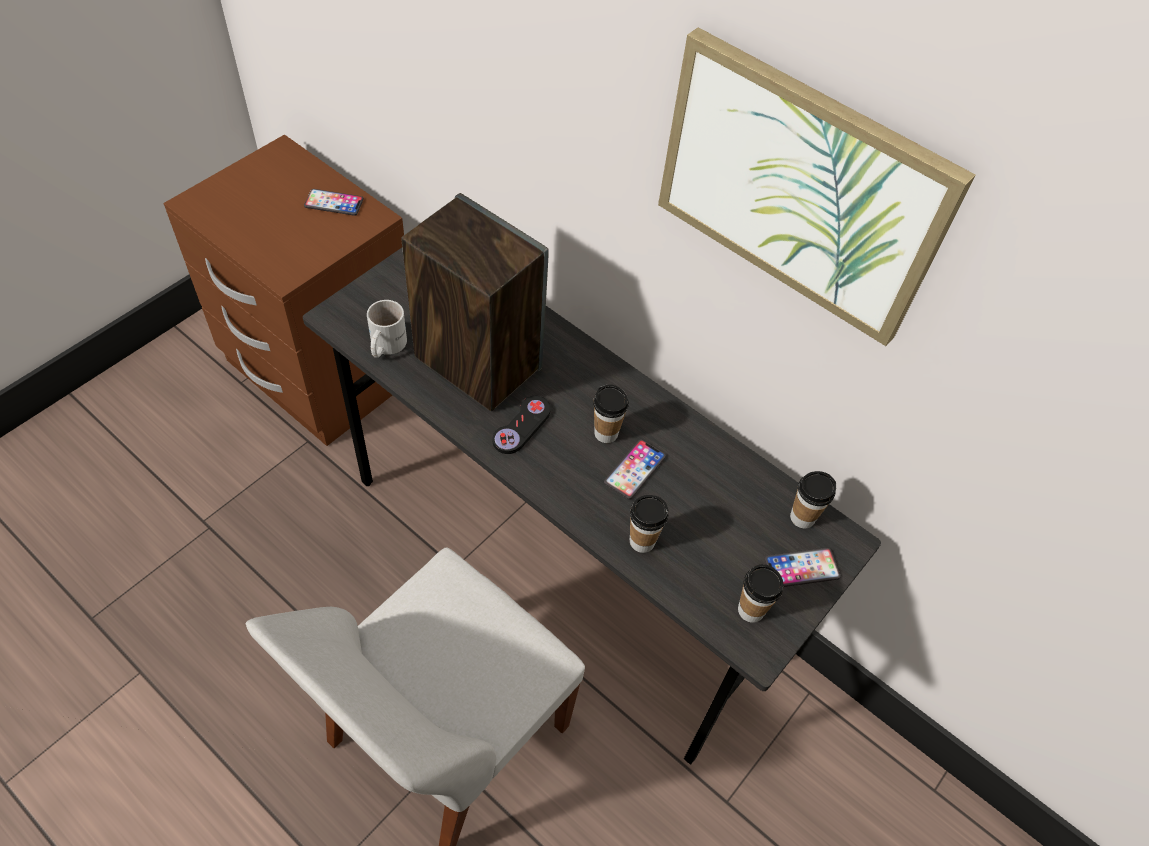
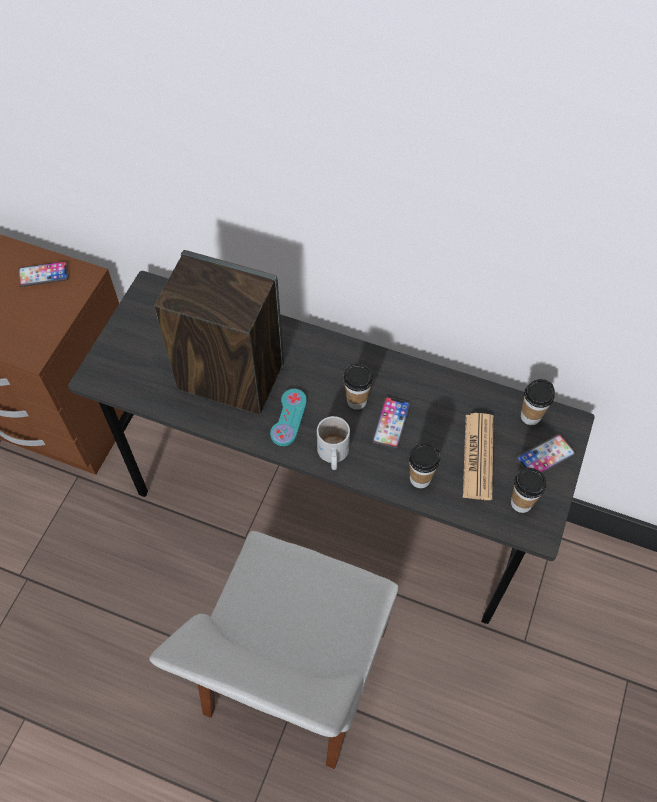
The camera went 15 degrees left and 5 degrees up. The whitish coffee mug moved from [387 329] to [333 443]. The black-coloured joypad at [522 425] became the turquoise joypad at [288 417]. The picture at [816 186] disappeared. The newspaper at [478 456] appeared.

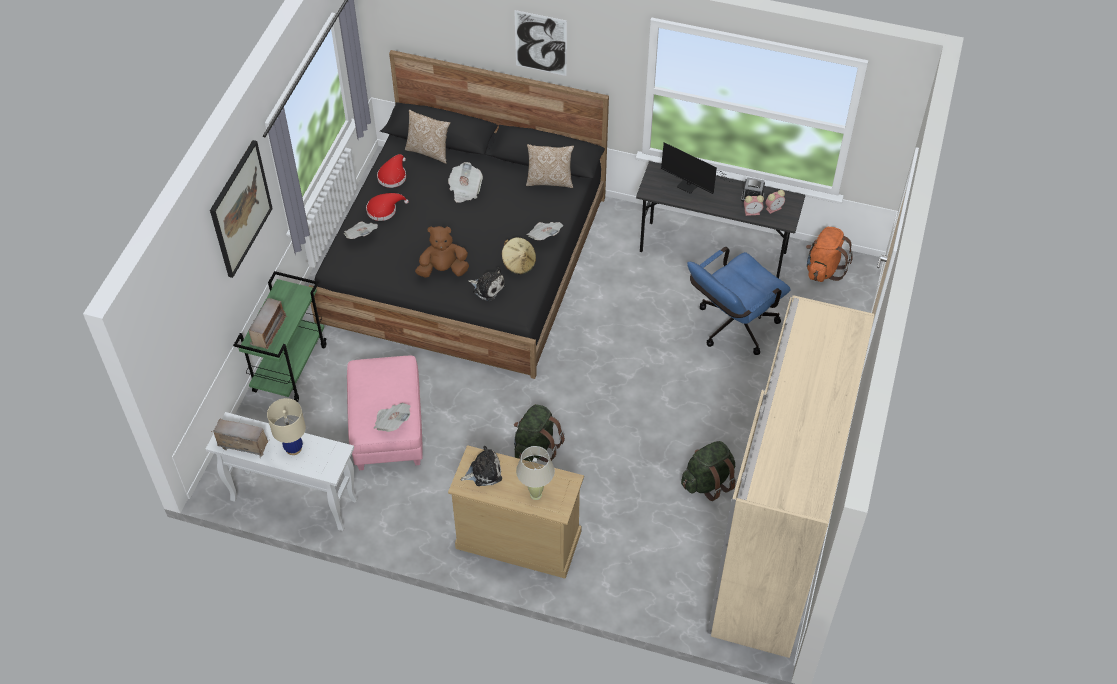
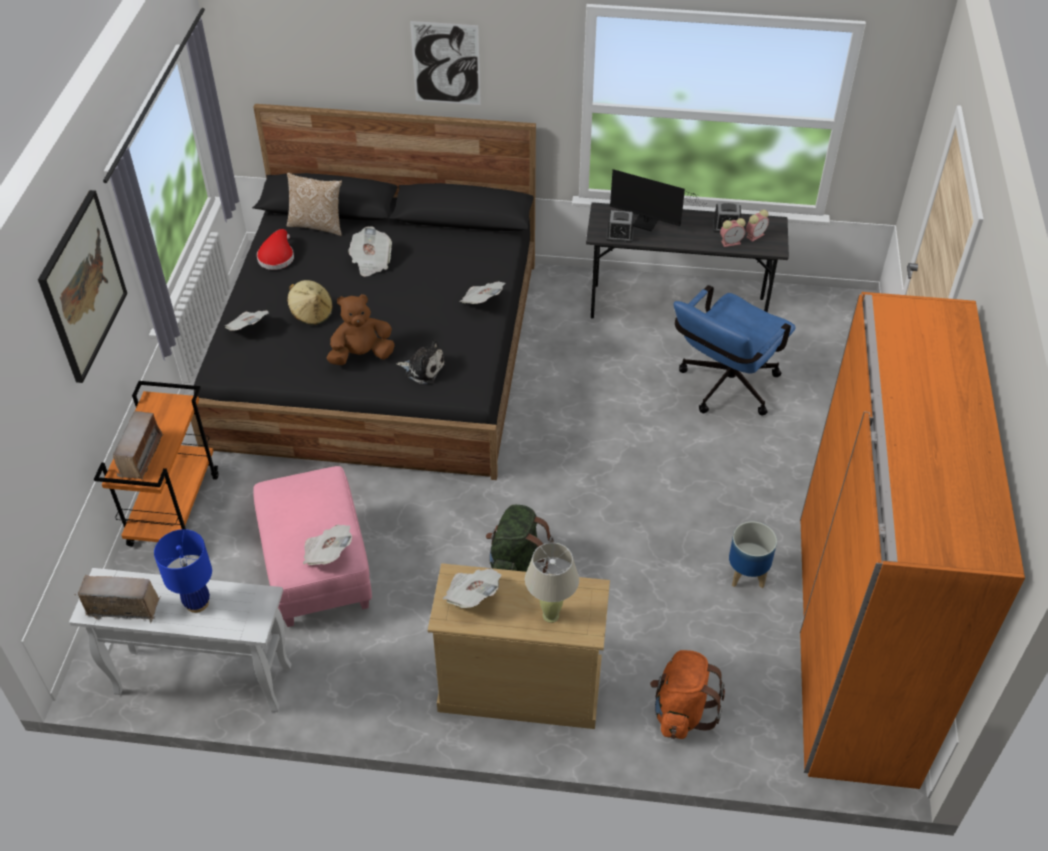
The camera went 10 degrees left and 5 degrees down. The greenish wheeled cart at [280 336] became the orangey wheeled cart at [156 463]. The sand-coloured lamp for a table at [286 426] became the blue-coloured lamp for a table at [183 571]. The red-coloured clothing hat at [387 207] disappeared. The cuddly toy at [481 466] was replaced by the newspaper at [472 588]. The sand-coloured clothing hat moved from [519 256] to [310 302]. The throw pillow at [550 166] disappeared. The greenish rucksack at [708 471] was replaced by the plant pot at [753 554]. The sand-coloured armoire at [791 476] became the orangey armoire at [912 540]. The orangey rucksack moved from [829 254] to [687 694]. The table clock at [620 226] appeared.

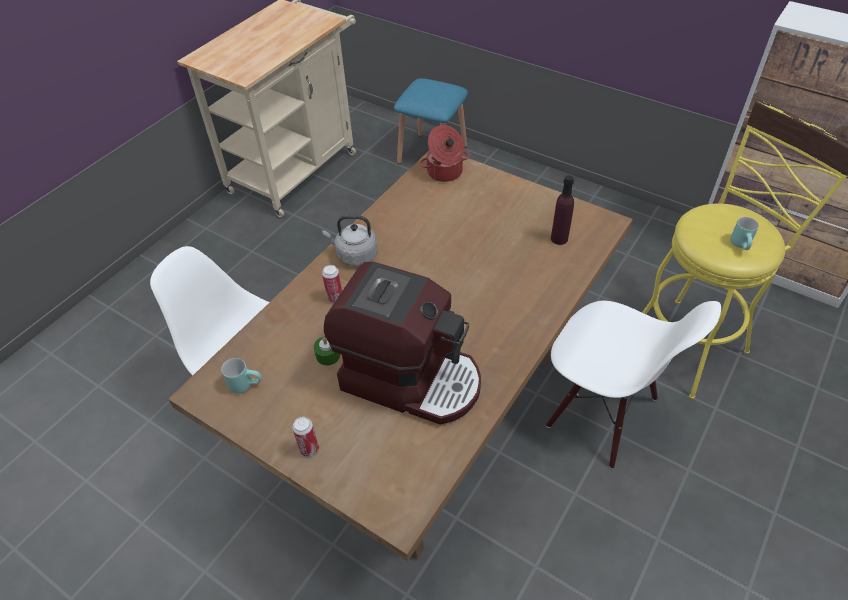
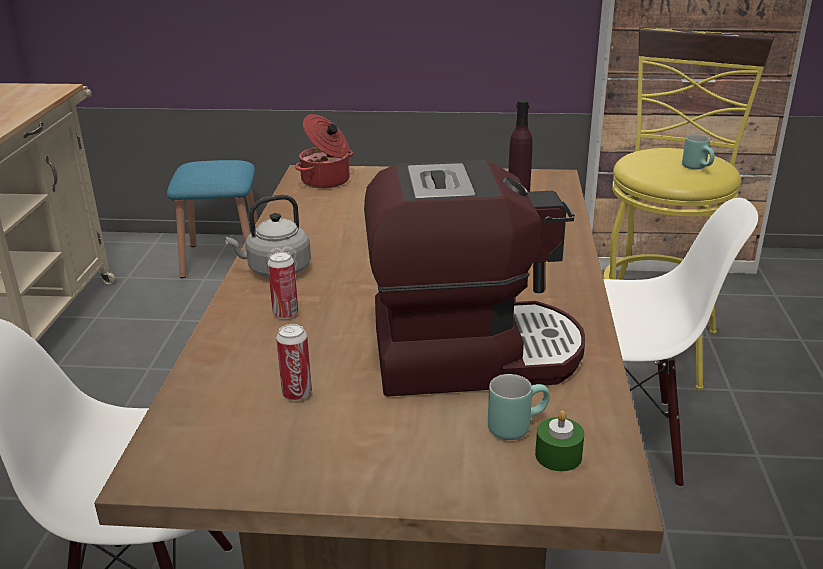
The camera went 30 degrees left and 20 degrees down. The turquoise coffee mug moved from [241 376] to [519 407]. The metal can moved from [305 437] to [294 362]. The greenish wax candle moved from [327 351] to [560 441].

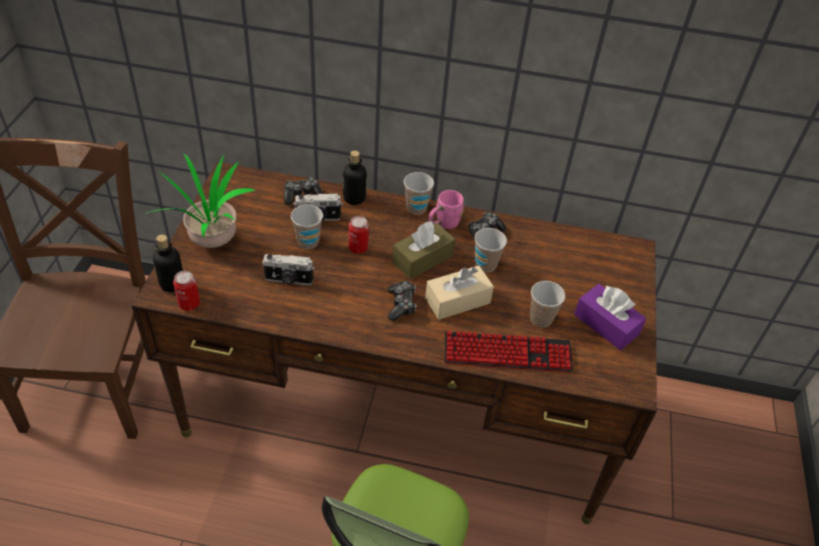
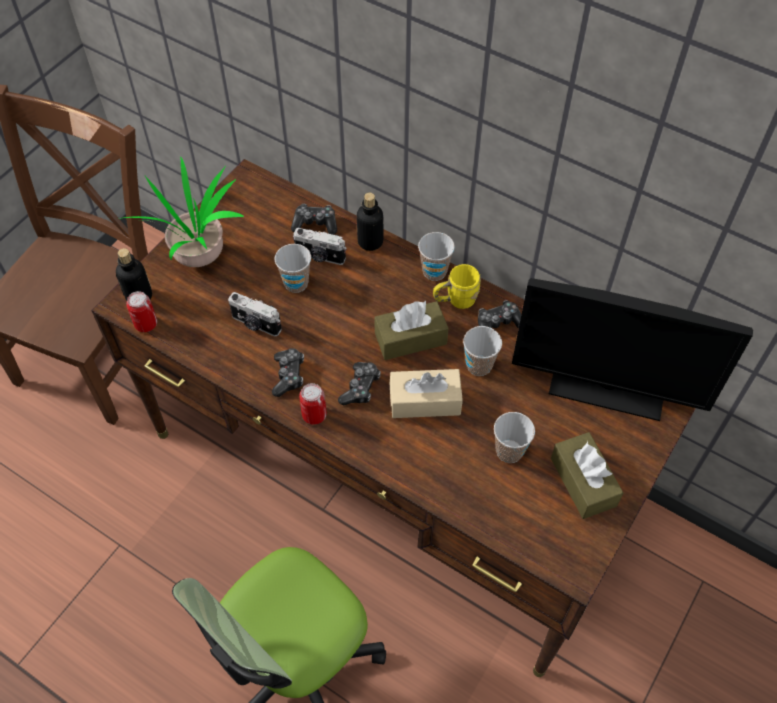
The camera went 25 degrees right and 10 degrees up. The metal can moved from [358 235] to [313 404]. The pink coffee mug at [446 209] became the yellowish coffee mug at [457 286]. The keyboard at [508 352] disappeared. The purple tissue box at [610 317] became the brown-coloured tissue box at [587 475]. The joypad at [288 372] appeared. The computer screen at [632 349] appeared.

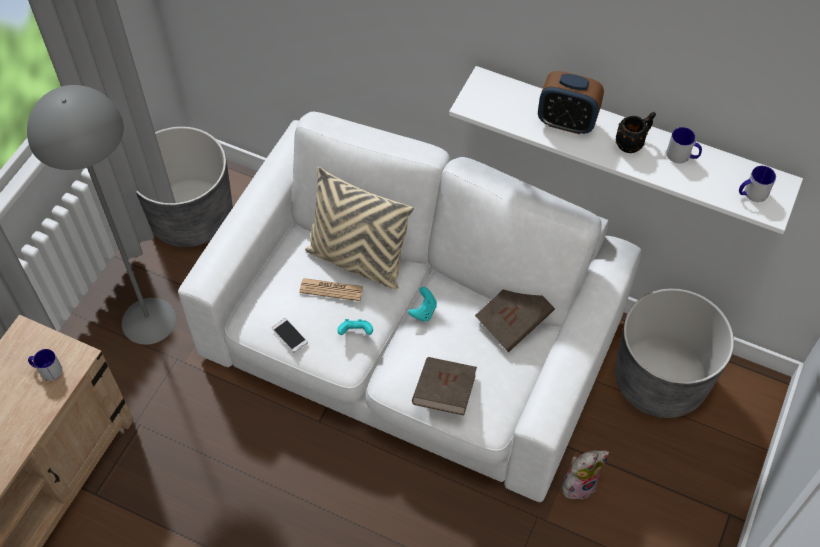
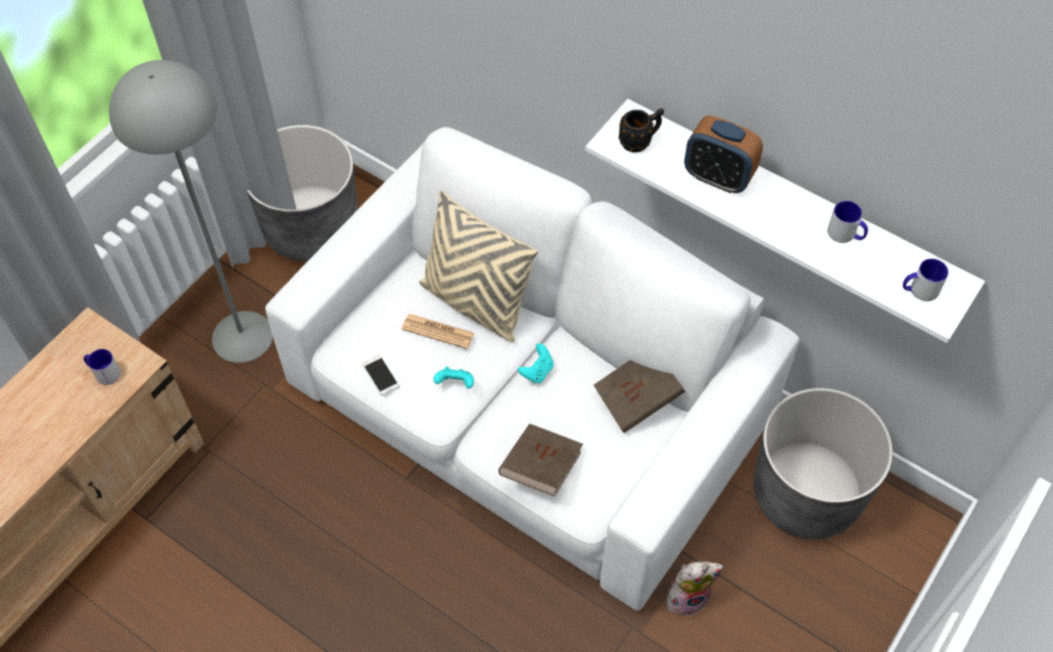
The camera went 10 degrees right and 0 degrees up. The black-coloured coffee mug moved from [636 132] to [641 130].

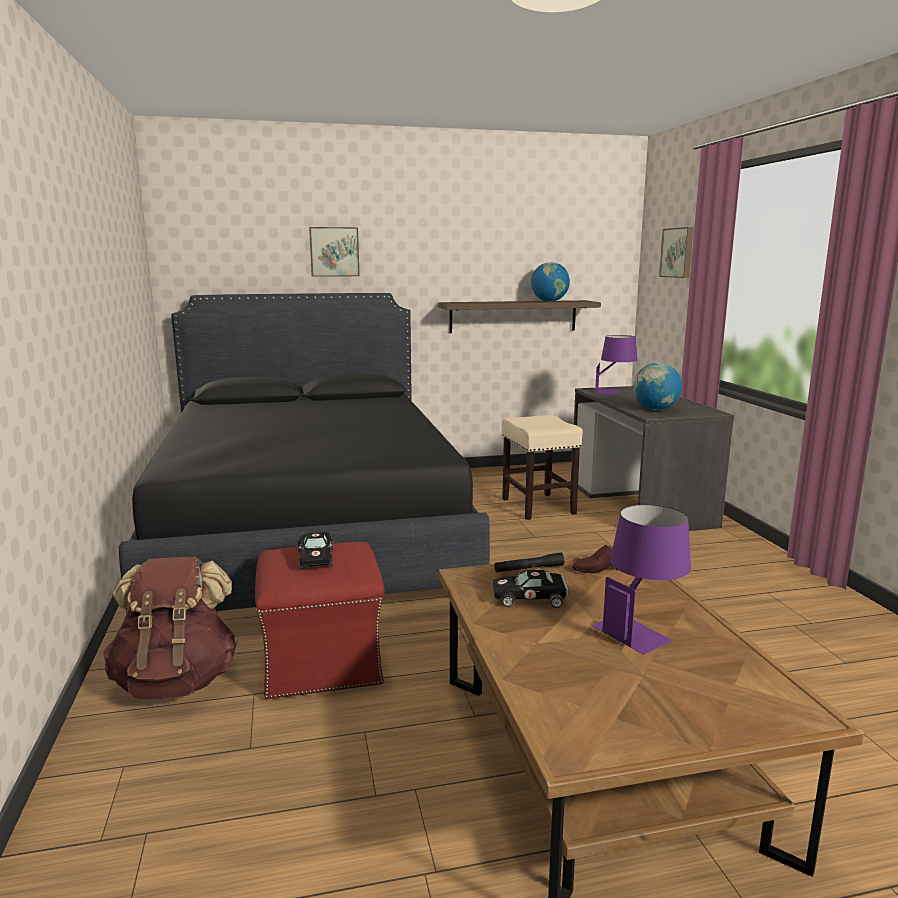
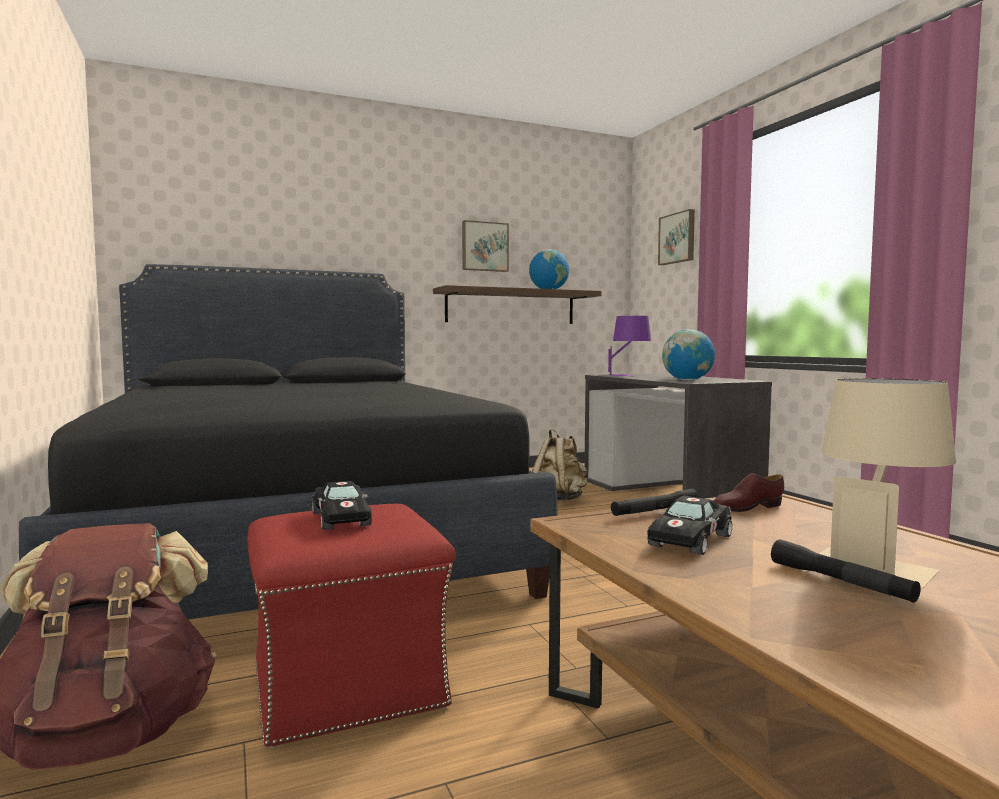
The camera went 10 degrees left and 10 degrees down. The picture moved from [334 252] to [485 246]. The black-coloured miniature car at [531 589] turned 45 degrees counterclockwise. The sand-coloured stool seat at [542 467] was replaced by the sand-coloured rucksack at [560 465]. The purple lamp for a table at [641 579] became the sand-coloured lamp for a table at [887 483]. The black-coloured hand torch at [846 571] appeared.

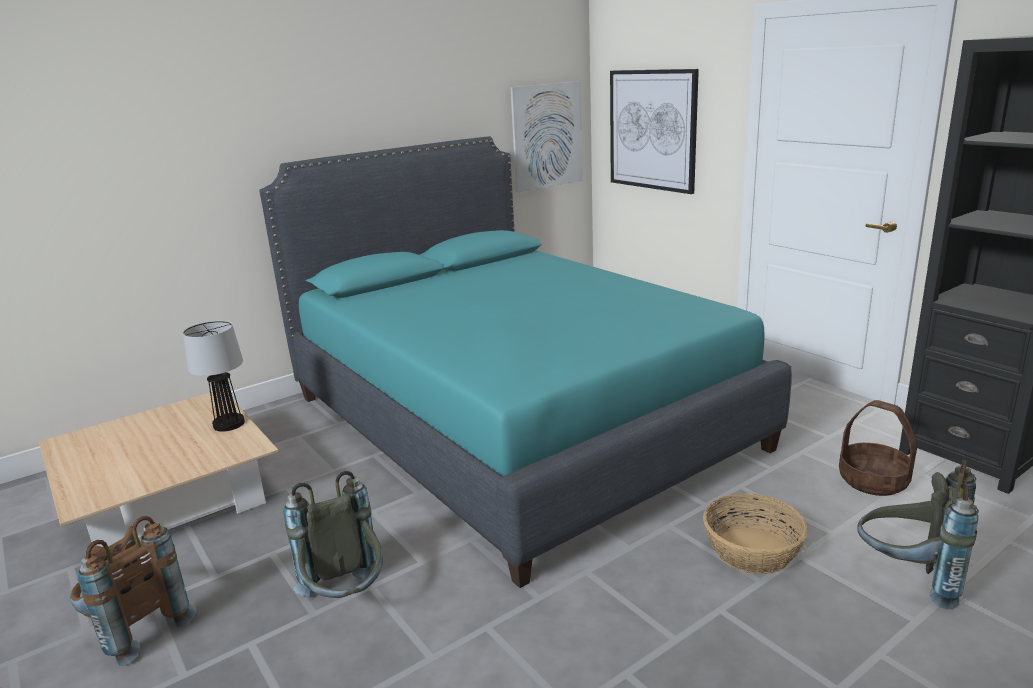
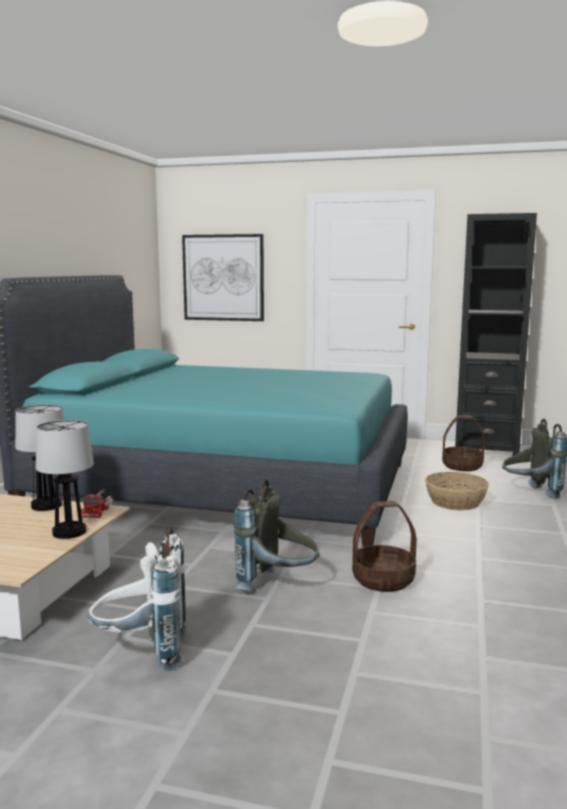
The camera went 40 degrees left and 10 degrees down. The brown-coloured rucksack at [133 591] became the whitish rucksack at [137 598]. The picture at [546 136] disappeared. The lamp for a table at [65 479] appeared. The toy truck at [97 503] appeared. The storage basket at [384 546] appeared.

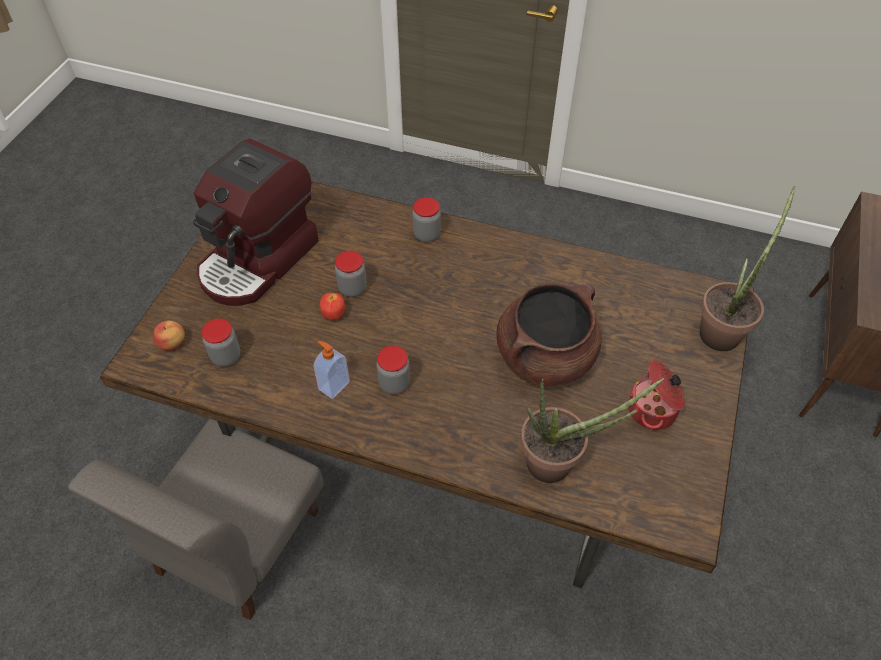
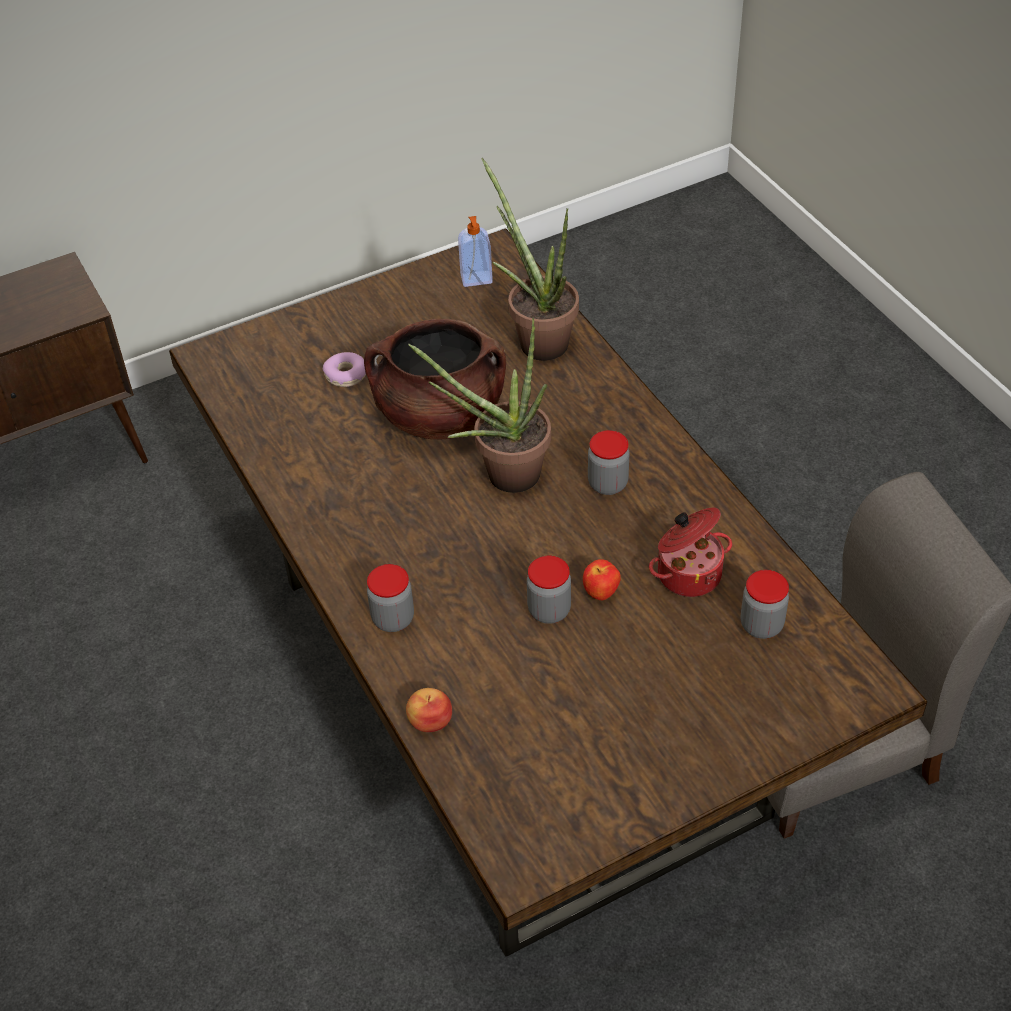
The camera went 135 degrees left and 5 degrees down. The apple fruit moved from [169 336] to [429 710]. The coffee maker at [256 222] disappeared. The soap dispenser moved from [332 370] to [475 251]. The stockpot moved from [656 395] to [690 552]. The plant in a pot moved from [748 268] to [479 405]. The doughnut at [344 369] appeared.

